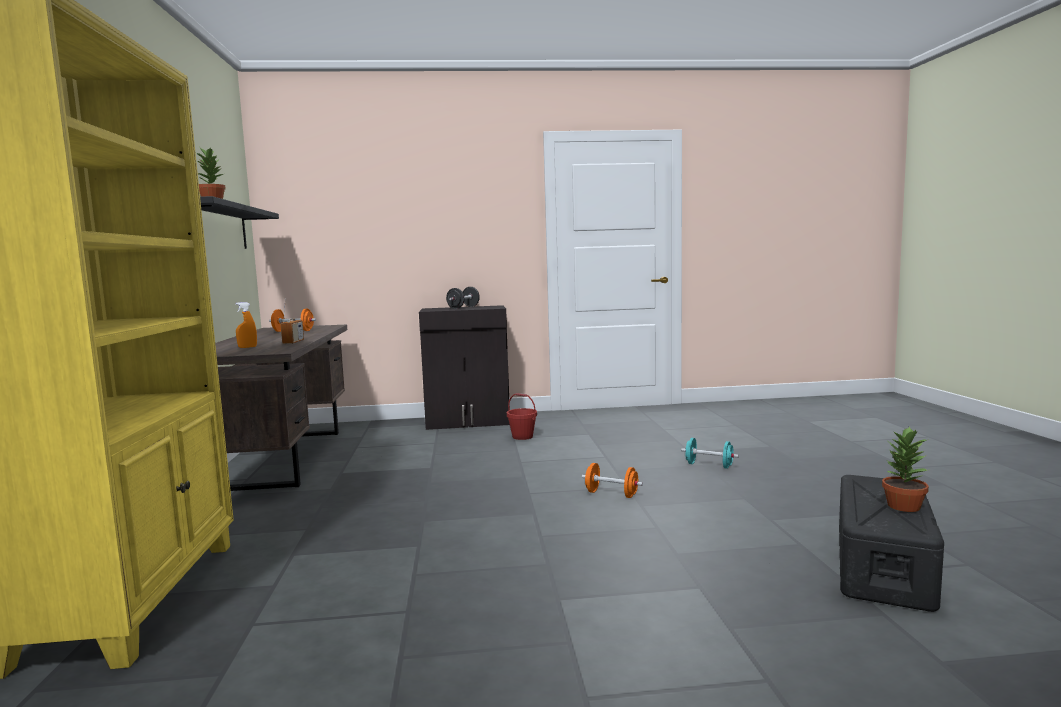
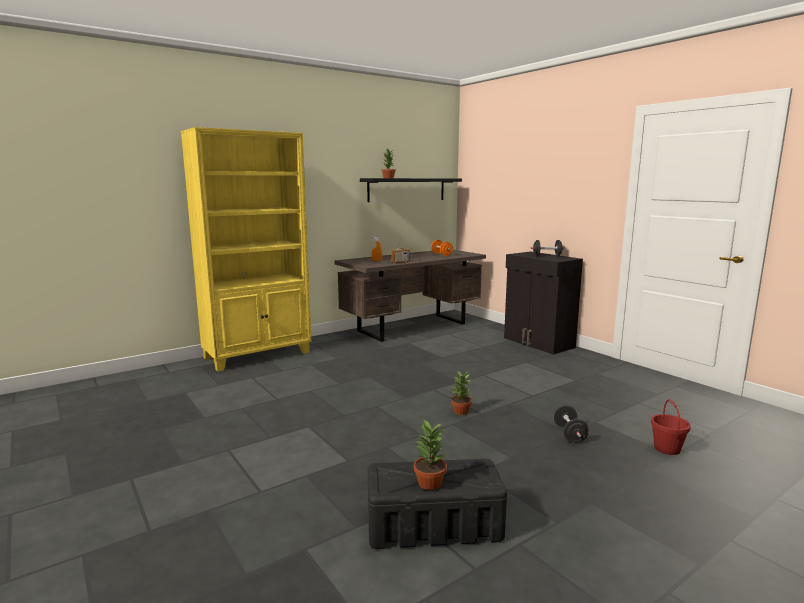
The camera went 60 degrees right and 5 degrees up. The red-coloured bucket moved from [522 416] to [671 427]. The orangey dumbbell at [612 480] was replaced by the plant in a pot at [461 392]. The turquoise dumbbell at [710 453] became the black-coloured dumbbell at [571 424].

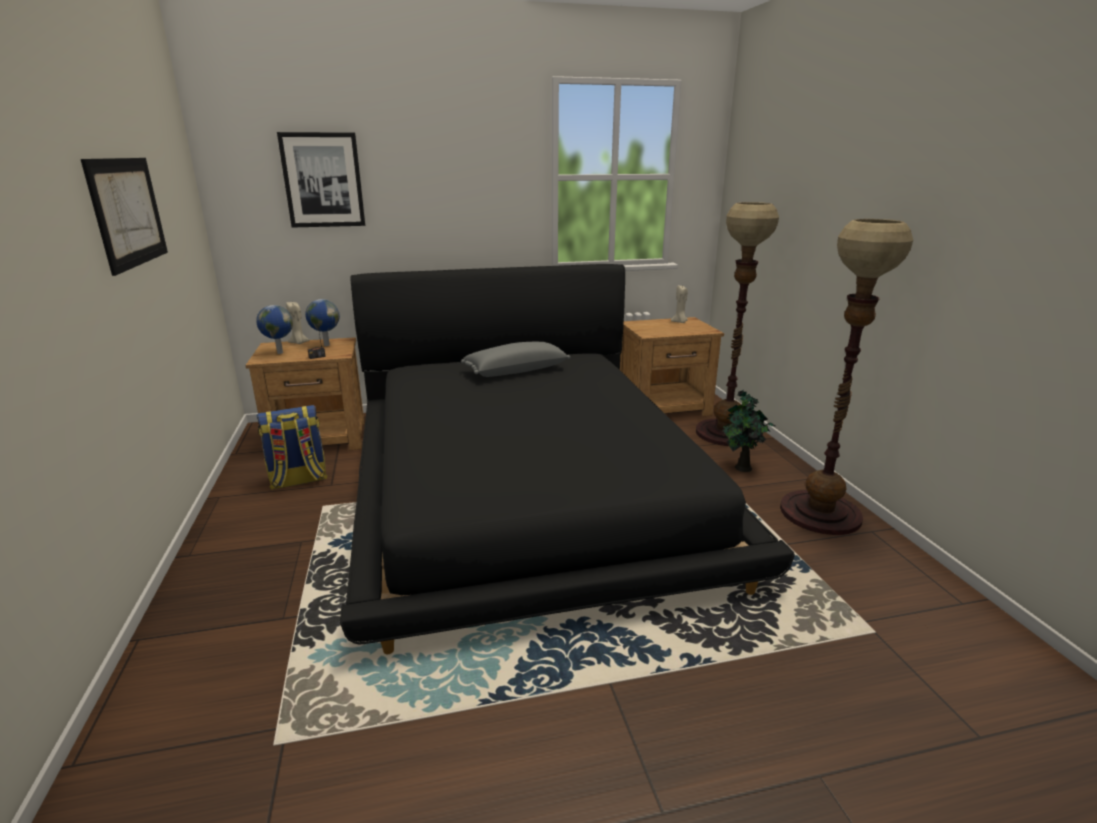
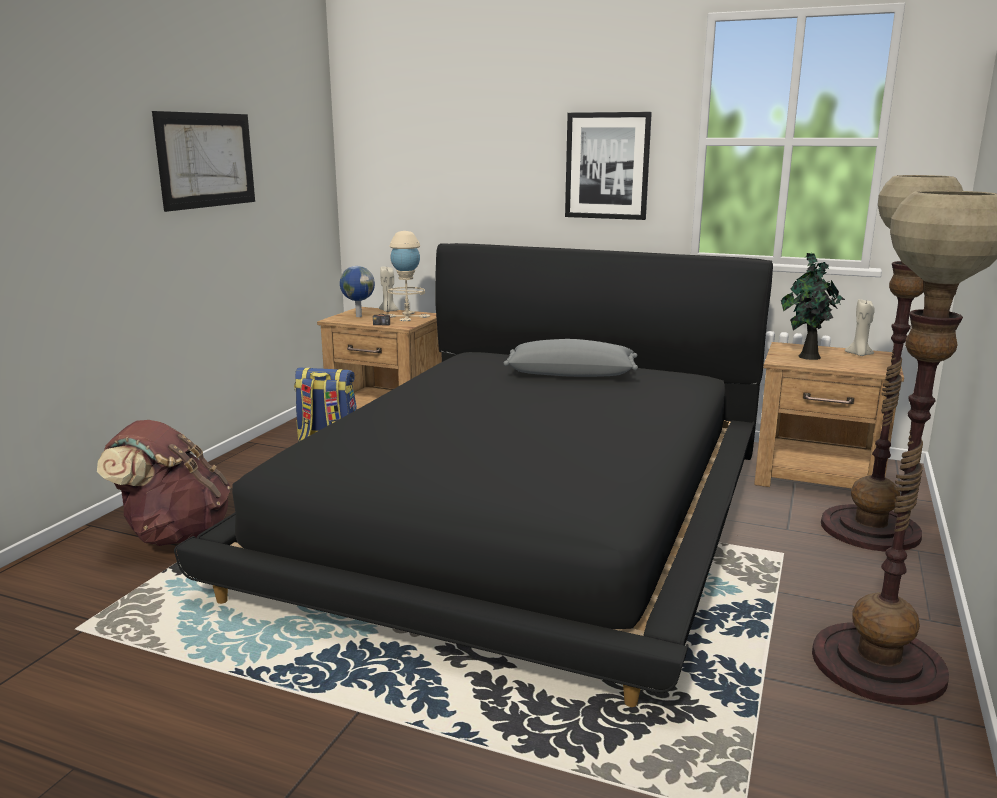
The camera went 35 degrees right and 5 degrees down. The picture moved from [321 180] to [608 166]. The globe at [322 322] was replaced by the sand-coloured lamp for a table at [408 276]. The plant in a pot moved from [749 431] to [813 306]. The brown-coloured rucksack at [163 483] appeared.

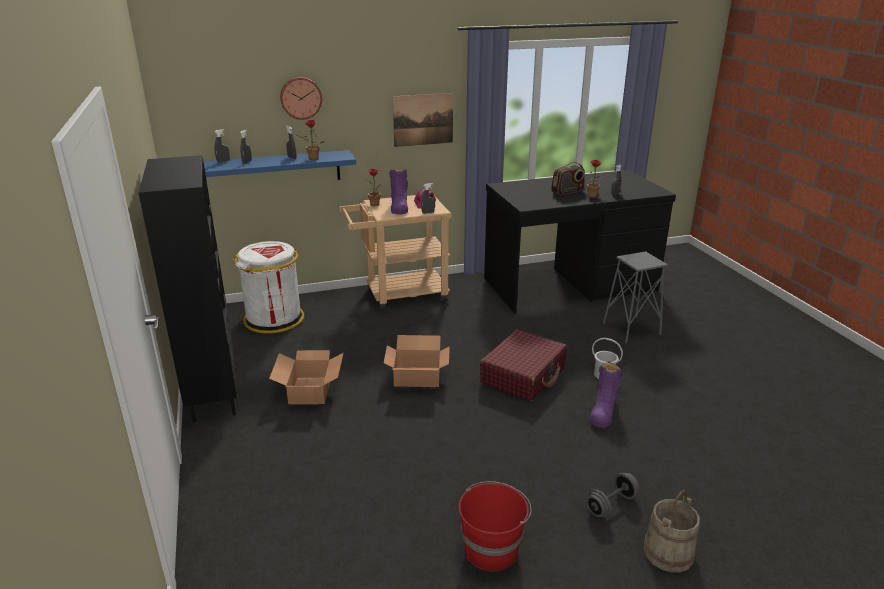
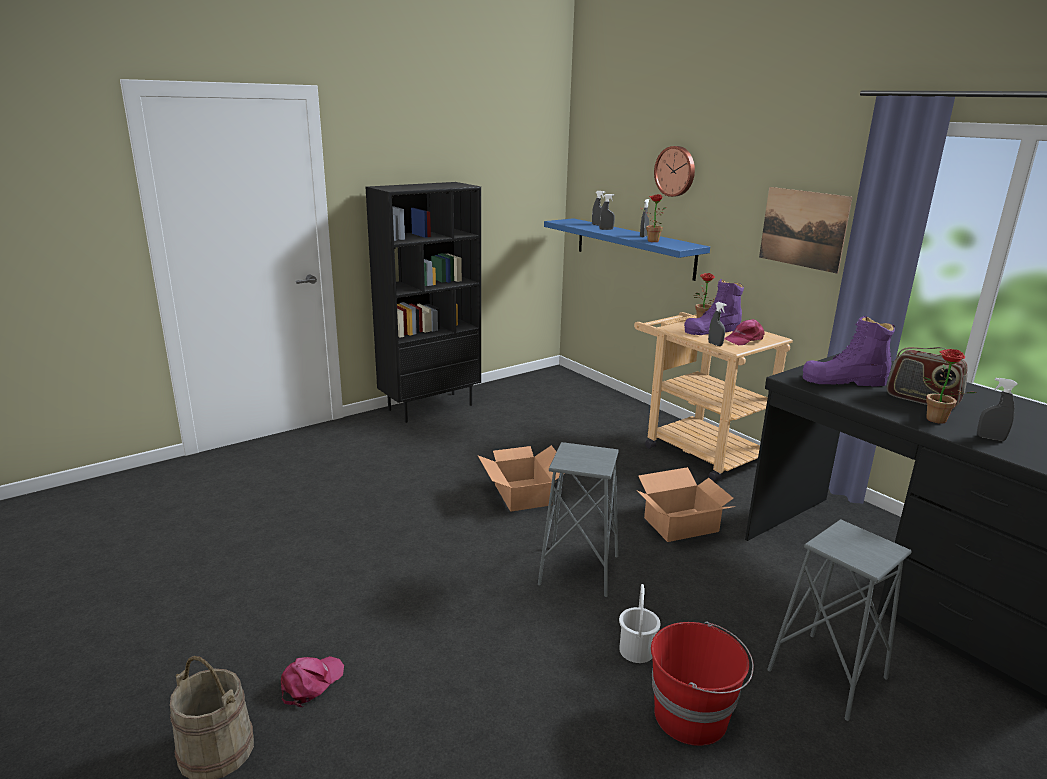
The camera went 70 degrees right and 5 degrees down. The whitish waste bin at [268 287] disappeared. The carton moved from [306 377] to [687 504]. The red-coloured bucket moved from [494 526] to [702 683]. The red-coloured piece of luggage at [523 365] was replaced by the gray stool seat at [578 519]. The gray dumbbell at [612 495] was replaced by the pink peaked cap at [312 681]. The purple boot moved from [605 395] to [849 351].

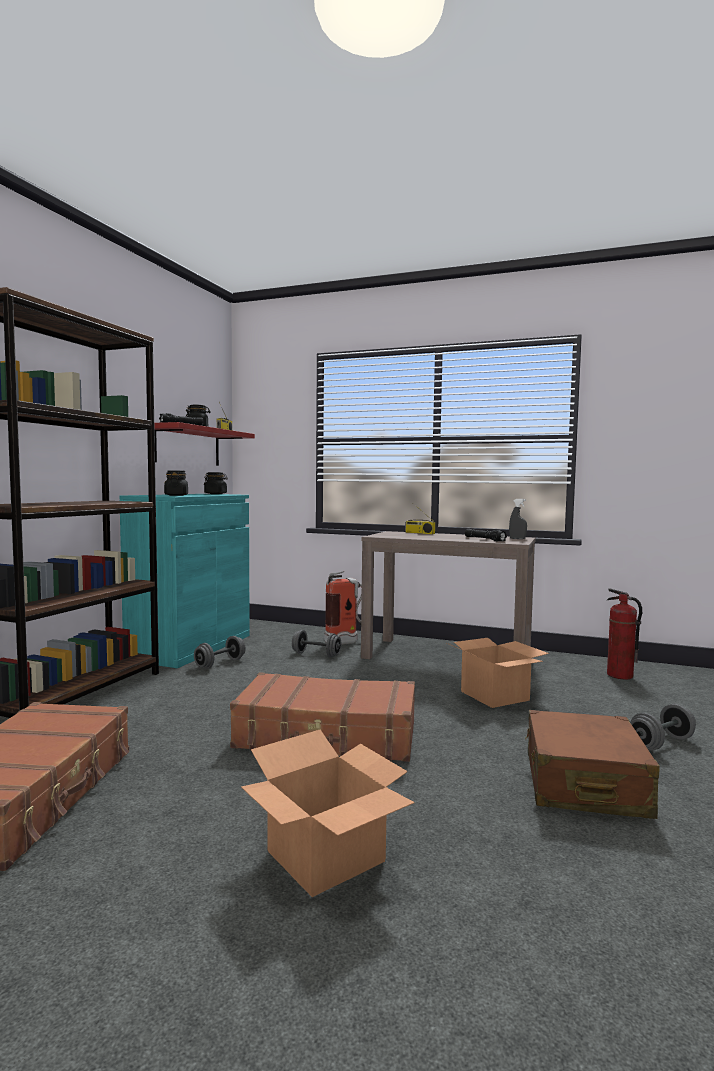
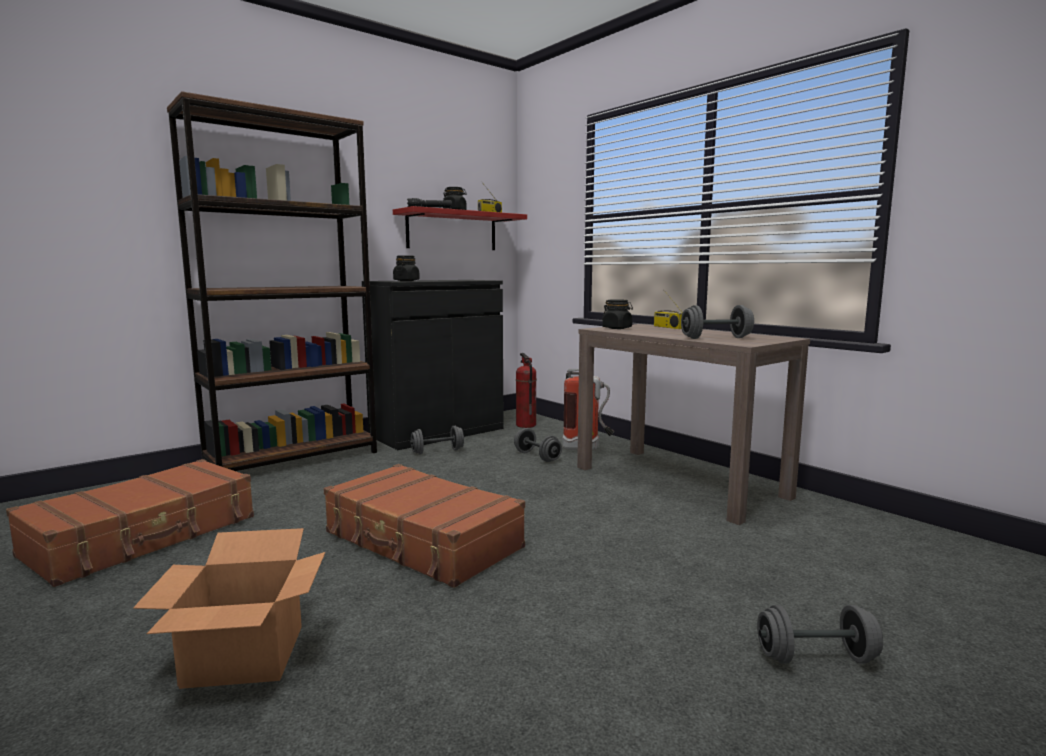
The camera went 30 degrees right and 5 degrees up. The turquoise storage cabinet at [184 581] became the black-coloured storage cabinet at [433 365]. The black-coloured preserve jar moved from [216 483] to [617 314]. The carton at [498 673] disappeared. The black-coloured hand torch at [486 535] was replaced by the gray dumbbell at [717 322]. The gray hand sprayer at [518 519] disappeared. The brown-coloured piece of luggage at [592 764] disappeared. The extinguisher moved from [624 633] to [526 390].

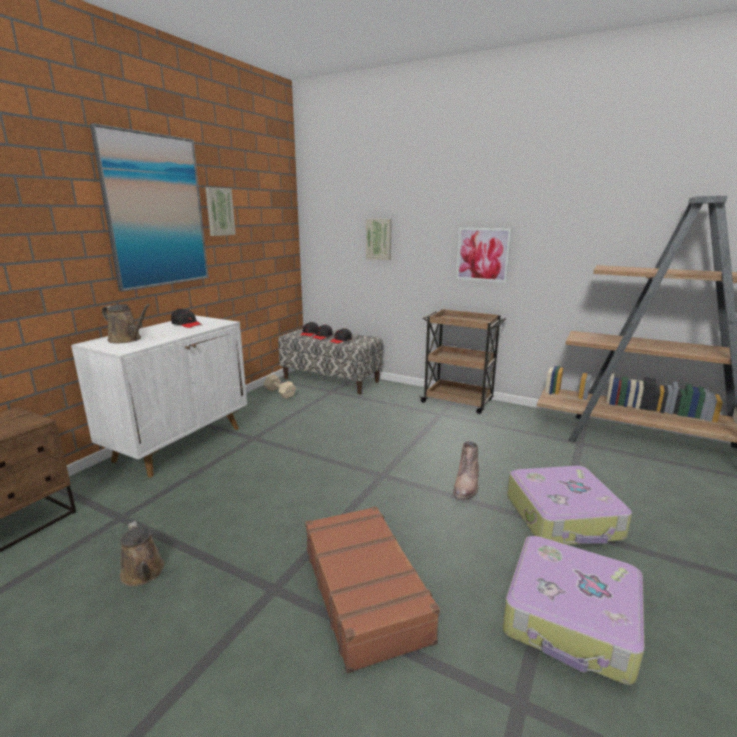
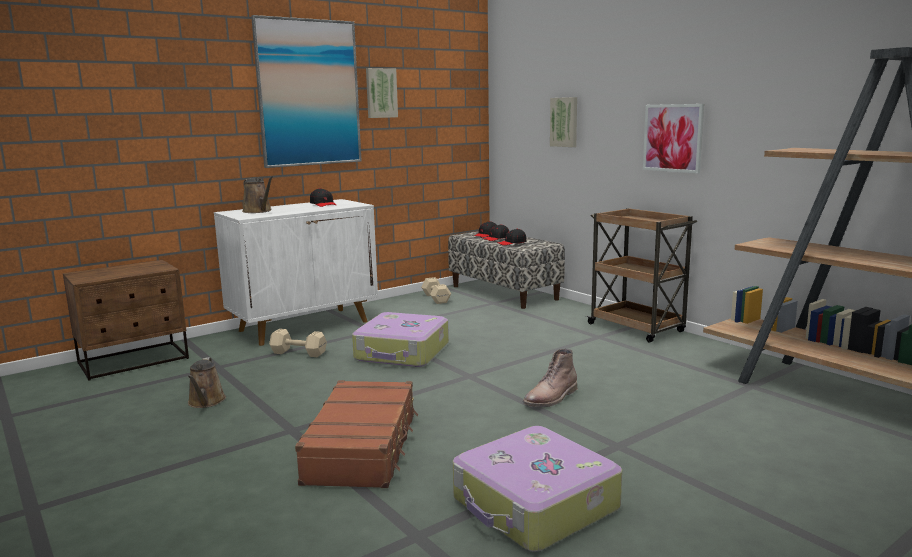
The camera went 25 degrees right and 5 degrees down. The piece of luggage moved from [569 505] to [400 339]. The sand-coloured dumbbell at [298 343] appeared.

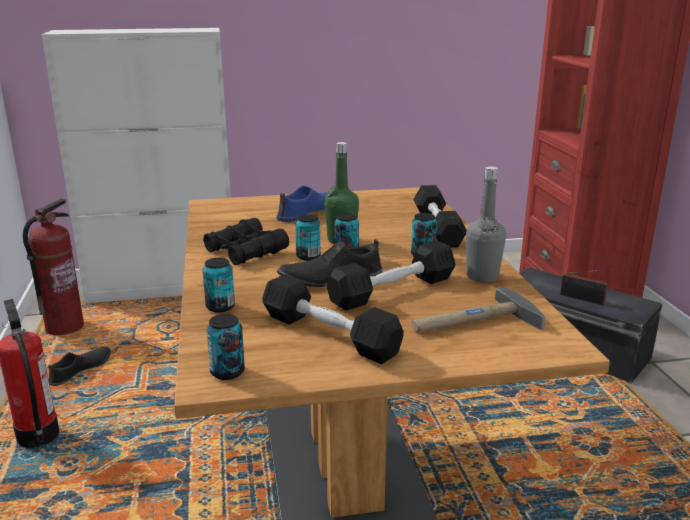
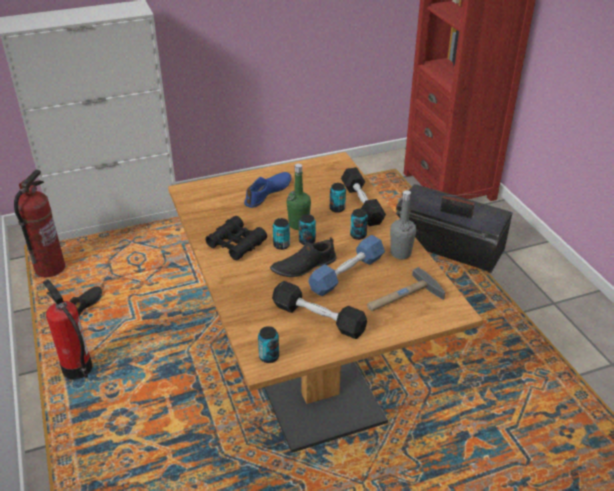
The camera went 10 degrees left and 15 degrees up. The metal can moved from [219 285] to [338 198]. The black-coloured dumbbell at [391 275] became the blue-coloured dumbbell at [346 265].

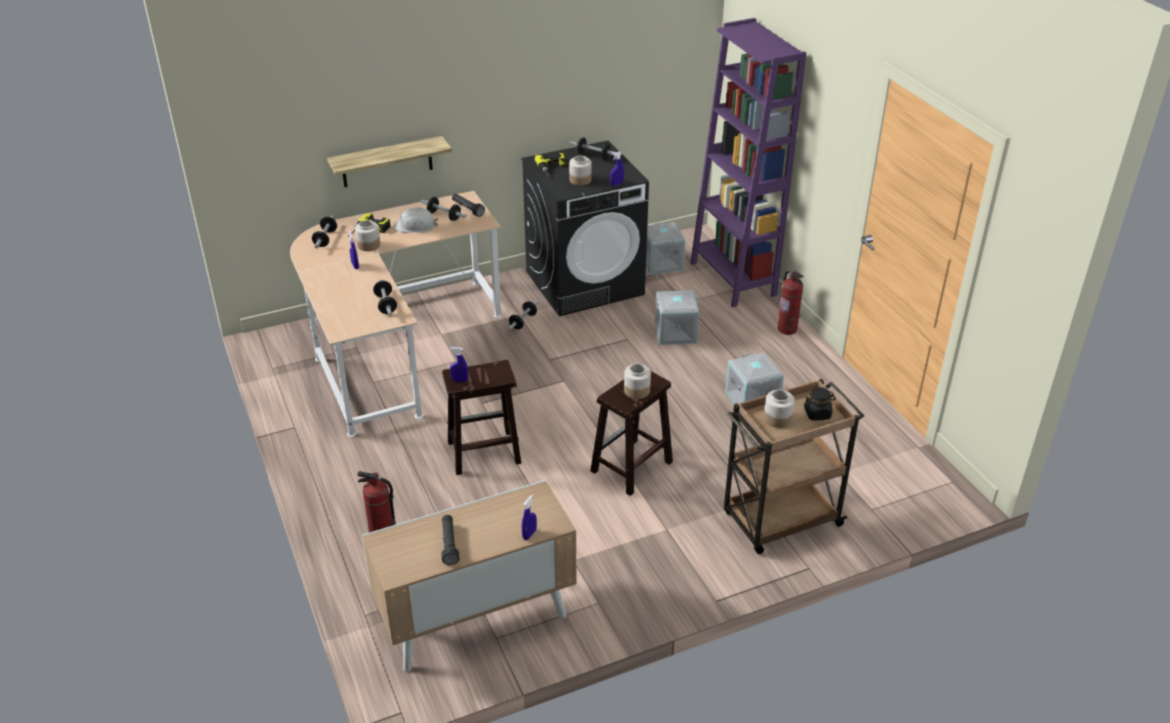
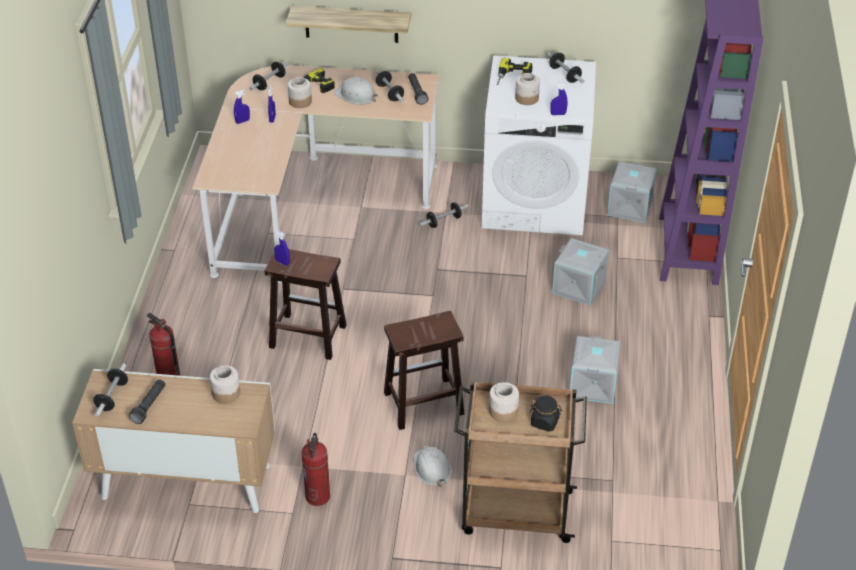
The camera went 30 degrees right and 5 degrees up. The dumbbell moved from [385 297] to [111 390]. The black-coloured laundry appliance at [585 228] became the whitish laundry appliance at [539 145]. The blue-coloured hand sprayer moved from [529 517] to [242 106]. The preserve jar moved from [637 381] to [225 384]. The extinguisher moved from [790 303] to [316 469]. The whitish hard hat at [433 466] appeared.

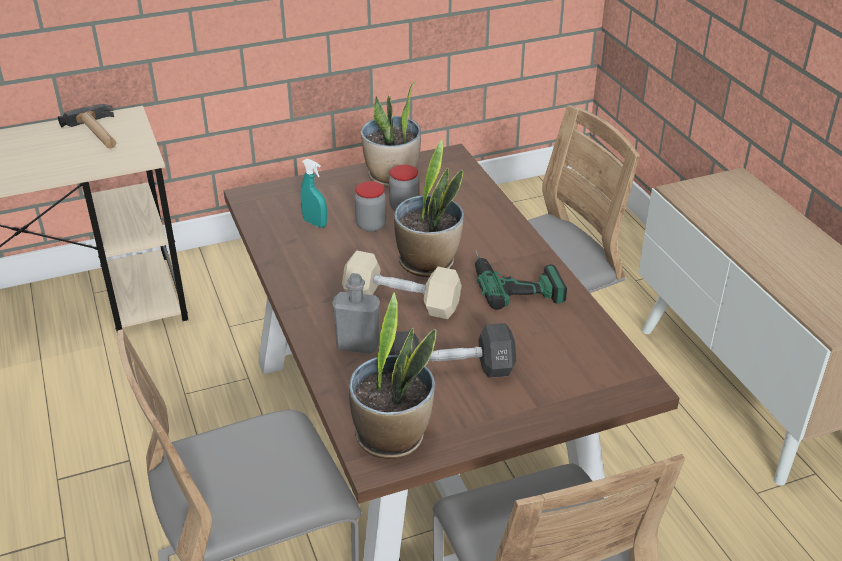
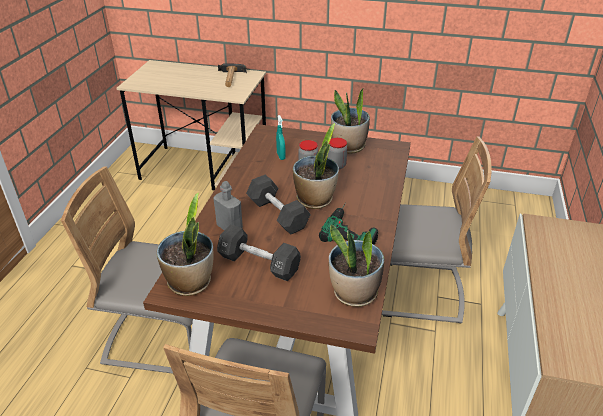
The camera went 35 degrees right and 0 degrees up. The sand-coloured dumbbell at [402 285] became the black-coloured dumbbell at [278 205]. The plant in a pot at [356 266] appeared.

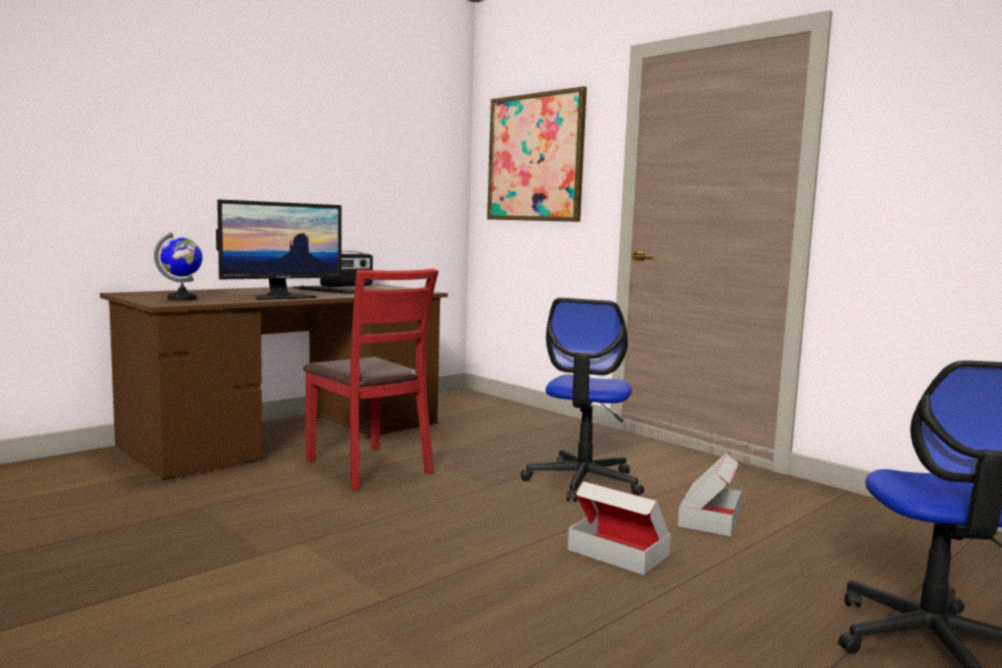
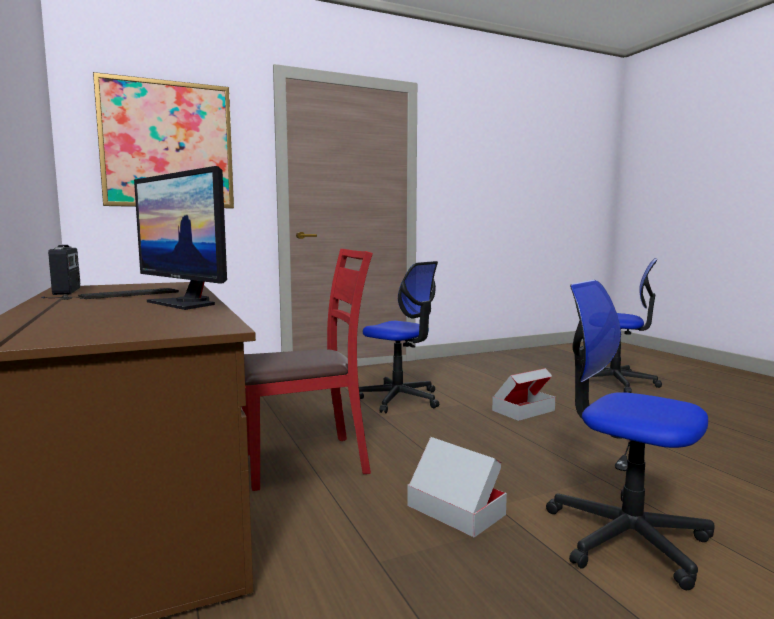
The camera went 70 degrees left and 0 degrees up. The globe at [178 266] disappeared. The computer screen at [279 249] turned 150 degrees clockwise. The carton moved from [710 494] to [457 487]. The computer chair at [630 435] appeared.

